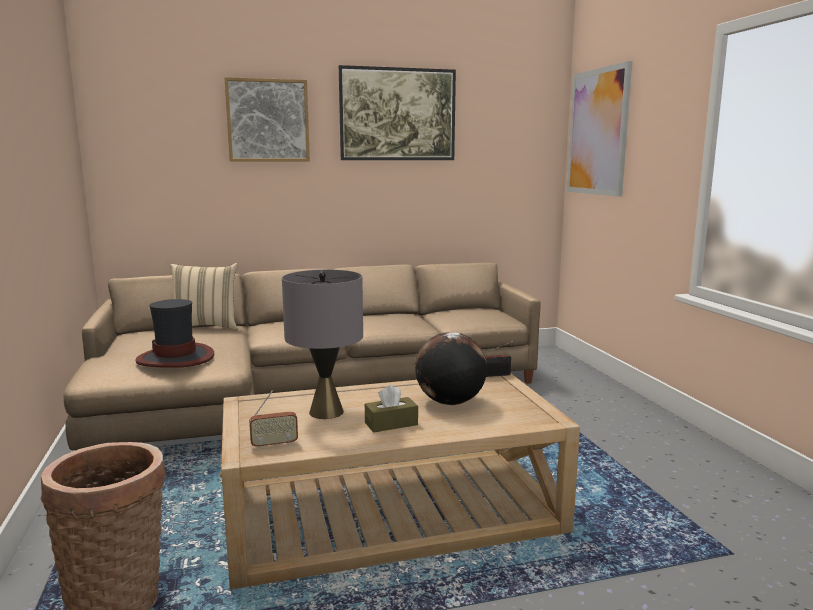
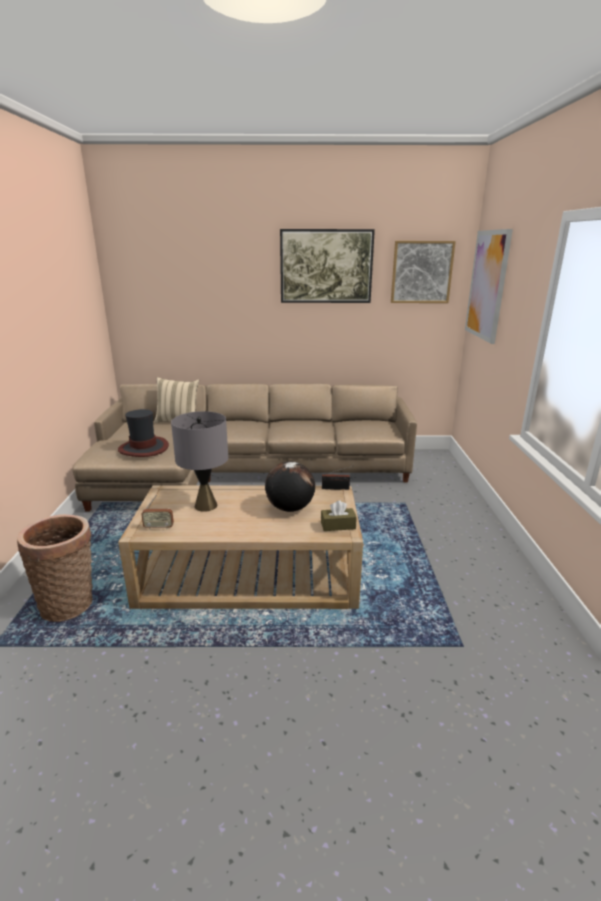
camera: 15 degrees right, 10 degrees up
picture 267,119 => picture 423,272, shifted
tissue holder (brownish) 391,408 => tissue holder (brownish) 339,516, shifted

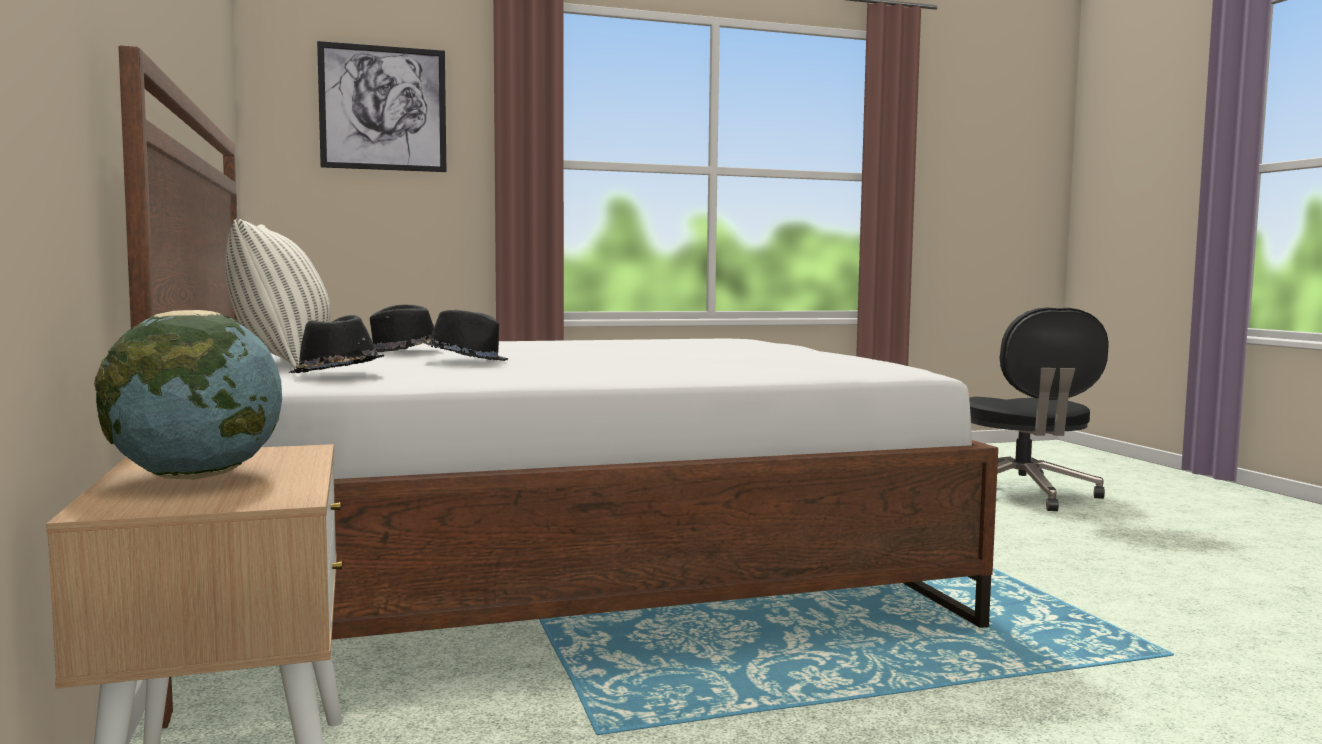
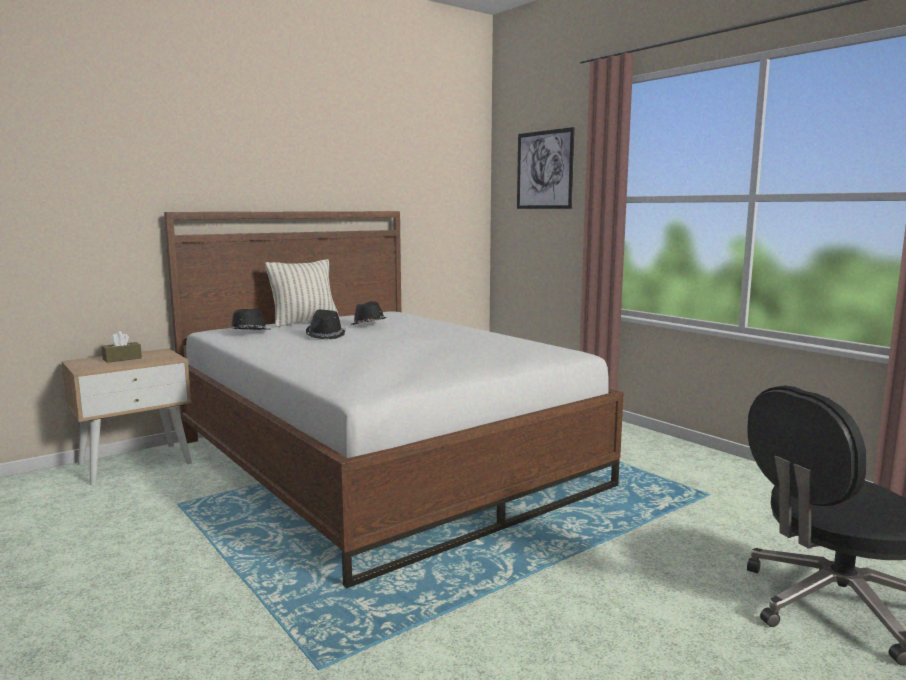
camera: 70 degrees right, 5 degrees up
desk globe 188,394 => tissue holder (brownish) 122,347

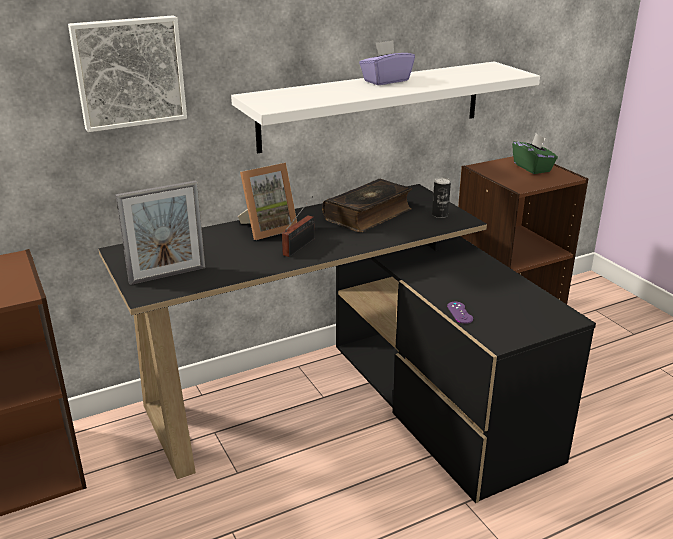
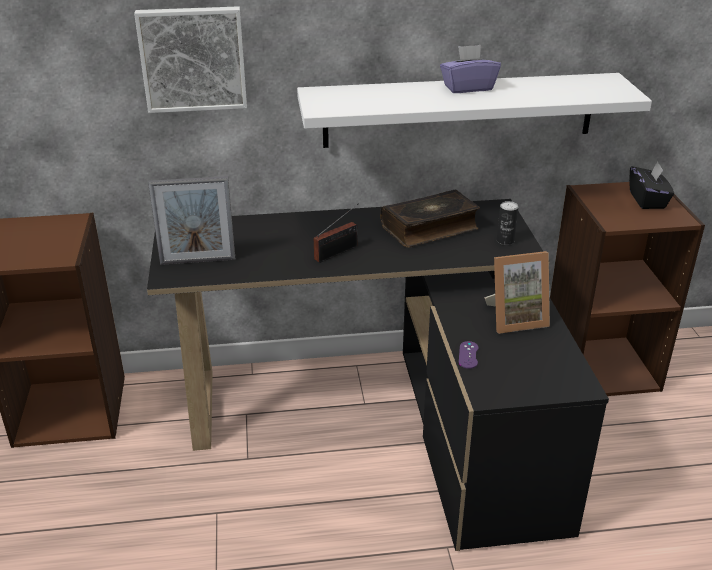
camera: 20 degrees right, 5 degrees up
photo frame 267,201 => photo frame 517,292, shifted
tissue holder (green) 535,153 => tissue holder (black-coloured) 651,185

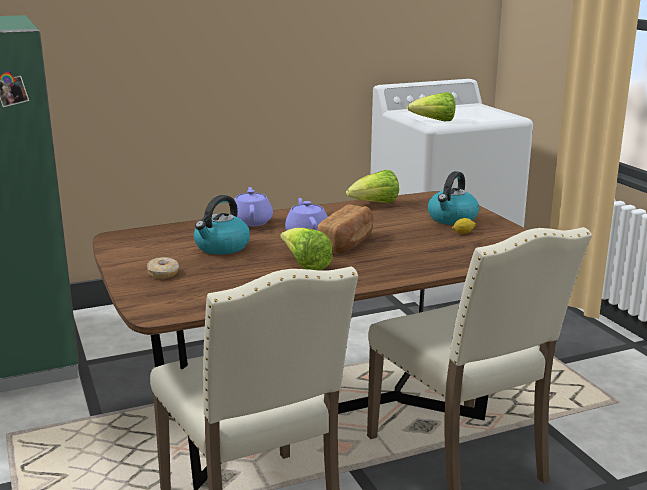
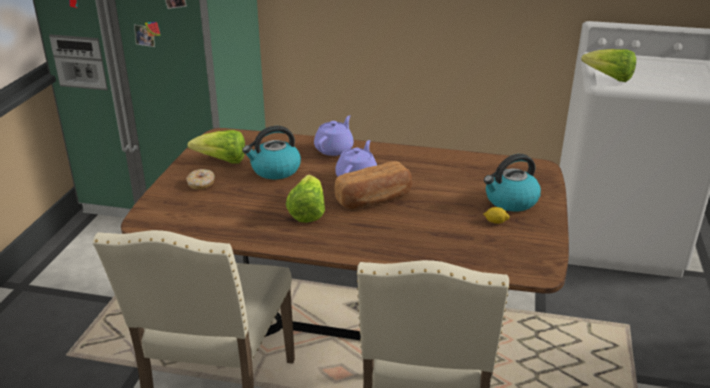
camera: 35 degrees right, 10 degrees up
head of lettuce 372,186 => head of lettuce 216,147, shifted

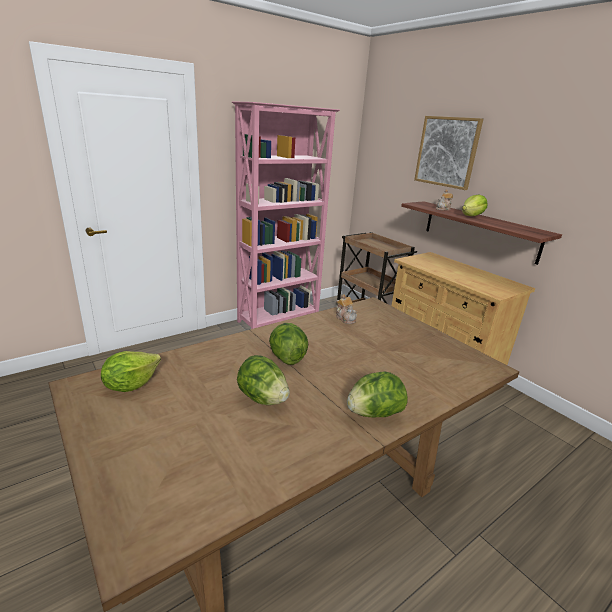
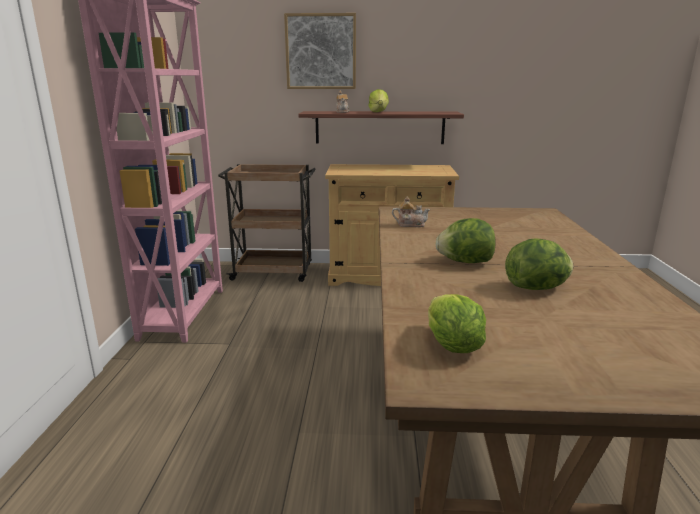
camera: 50 degrees left, 5 degrees down
head of lettuce 377,394 => nothing

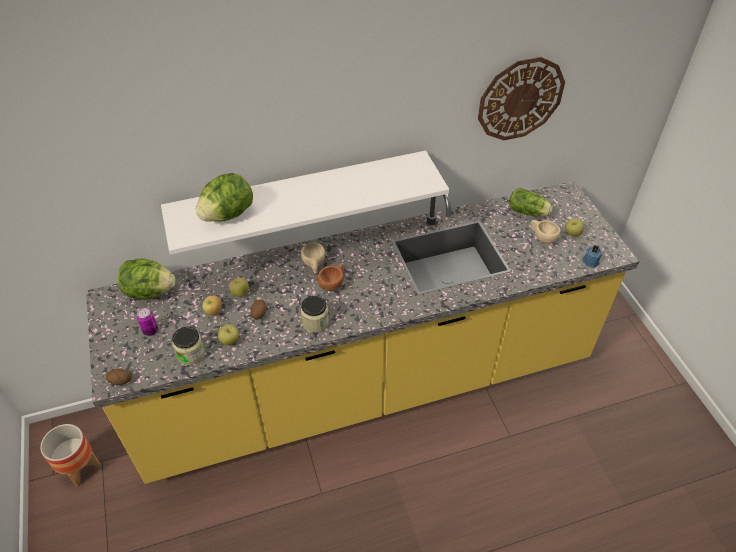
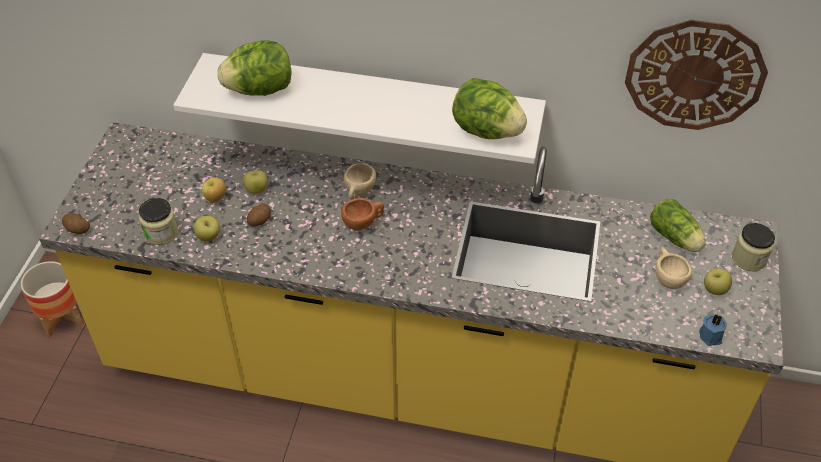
camera: 30 degrees right, 0 degrees up
metal can 147,322 => nothing
head of lettuce 146,278 => head of lettuce 489,108, shifted
jar 315,314 => jar 753,247, shifted

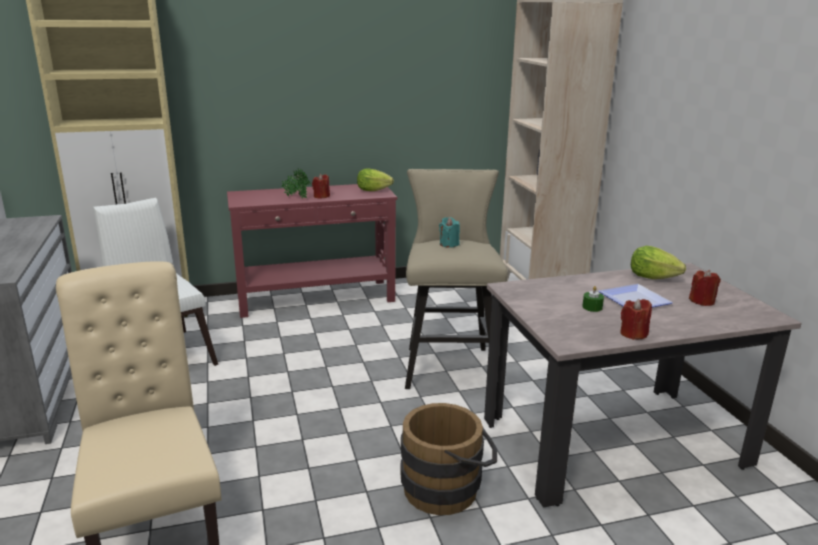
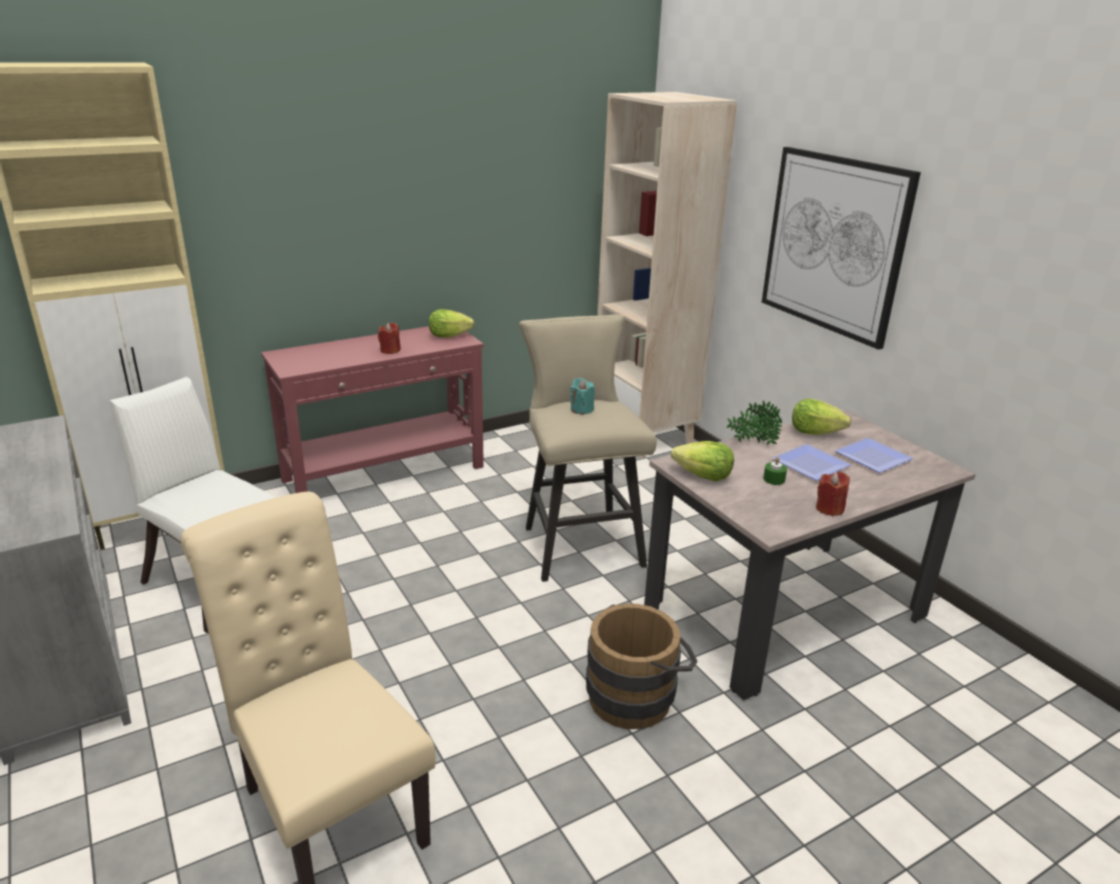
camera: 15 degrees left, 5 degrees up
nothing => head of lettuce 702,461
nothing => picture 841,248
plant in a pot 296,183 => plant in a pot 754,423, shifted
wax candle (red) 705,288 => plate 874,455

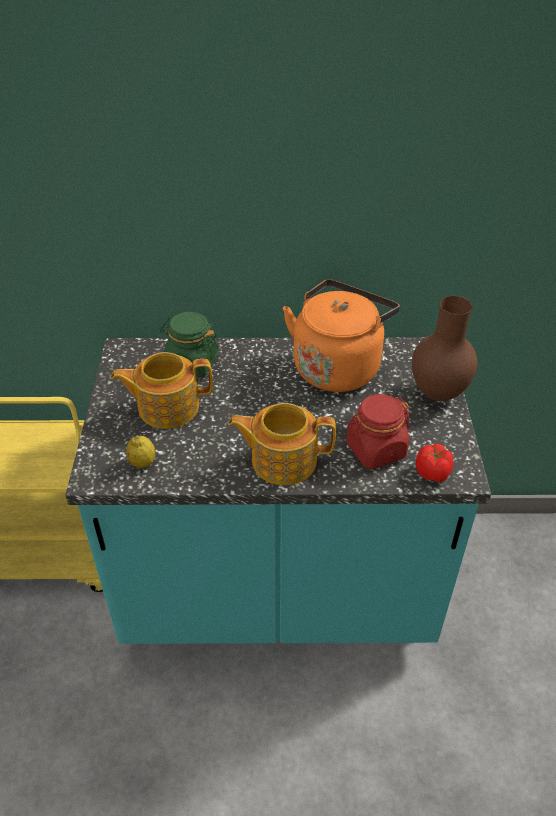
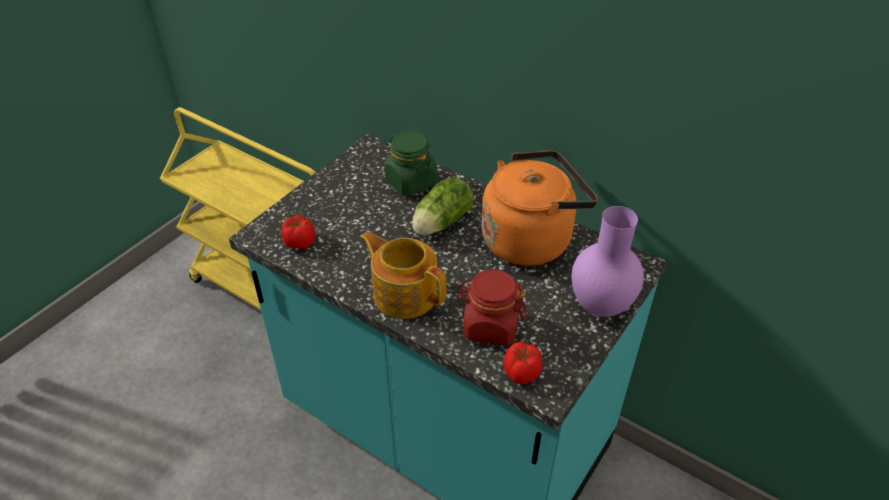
camera: 35 degrees right, 0 degrees up
tea pot 162,390 => nothing
nothing => head of lettuce 443,206
citrus fruit 140,452 => fresh tomato 298,232
decorative vase (brownish) 444,348 => decorative vase (purplish) 608,261

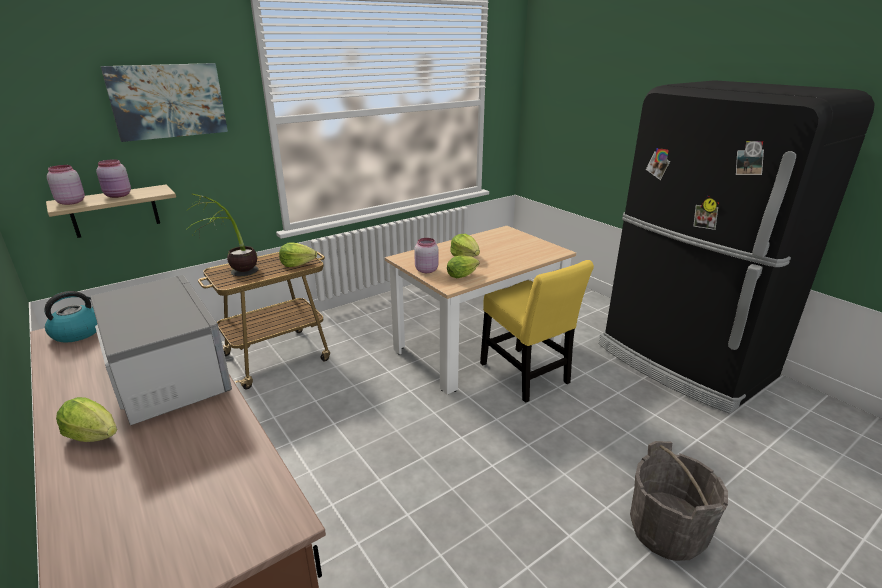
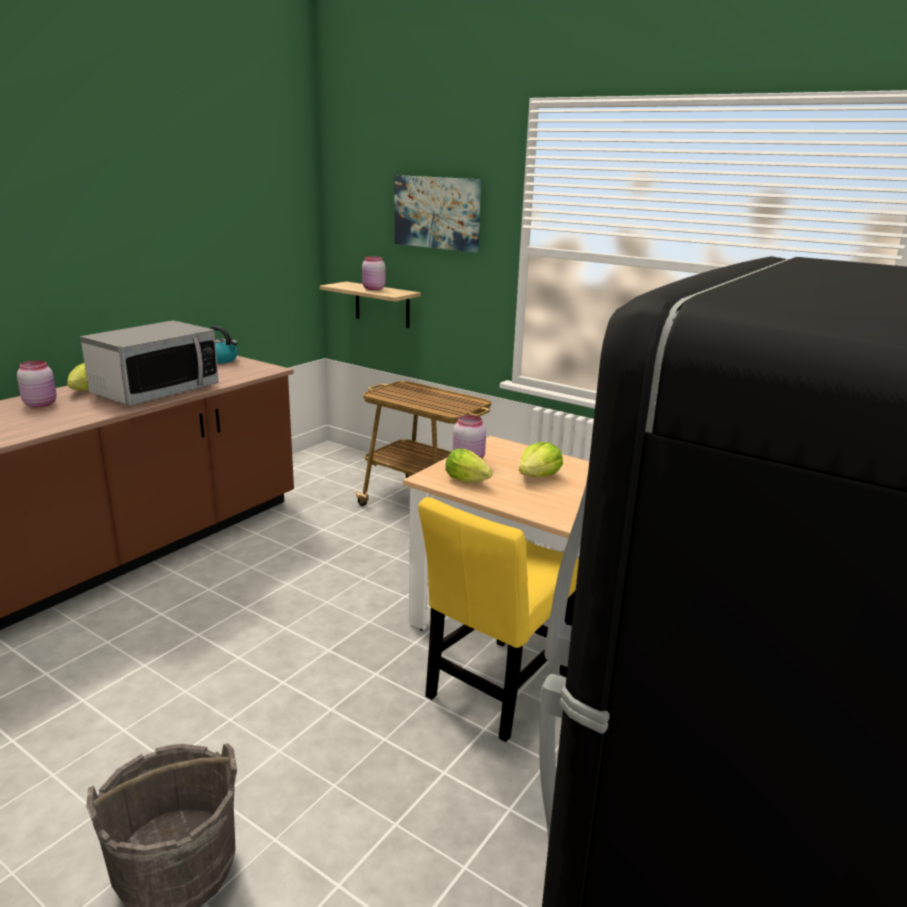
camera: 70 degrees right, 5 degrees down
plant in a pot 222,235 => nothing
head of lettuce 298,254 => nothing
jar (pink) 66,185 => jar (pink) 37,384, shifted

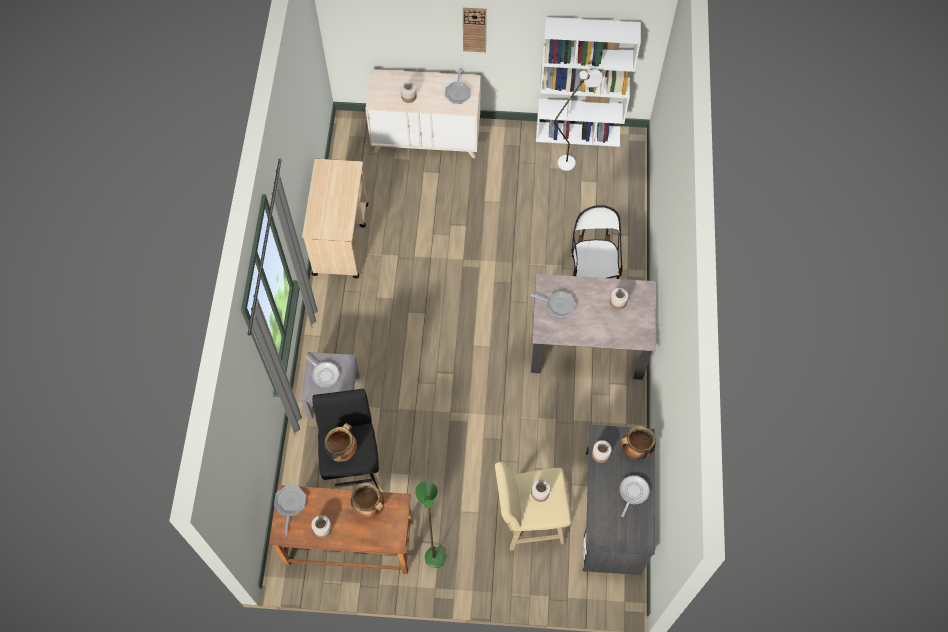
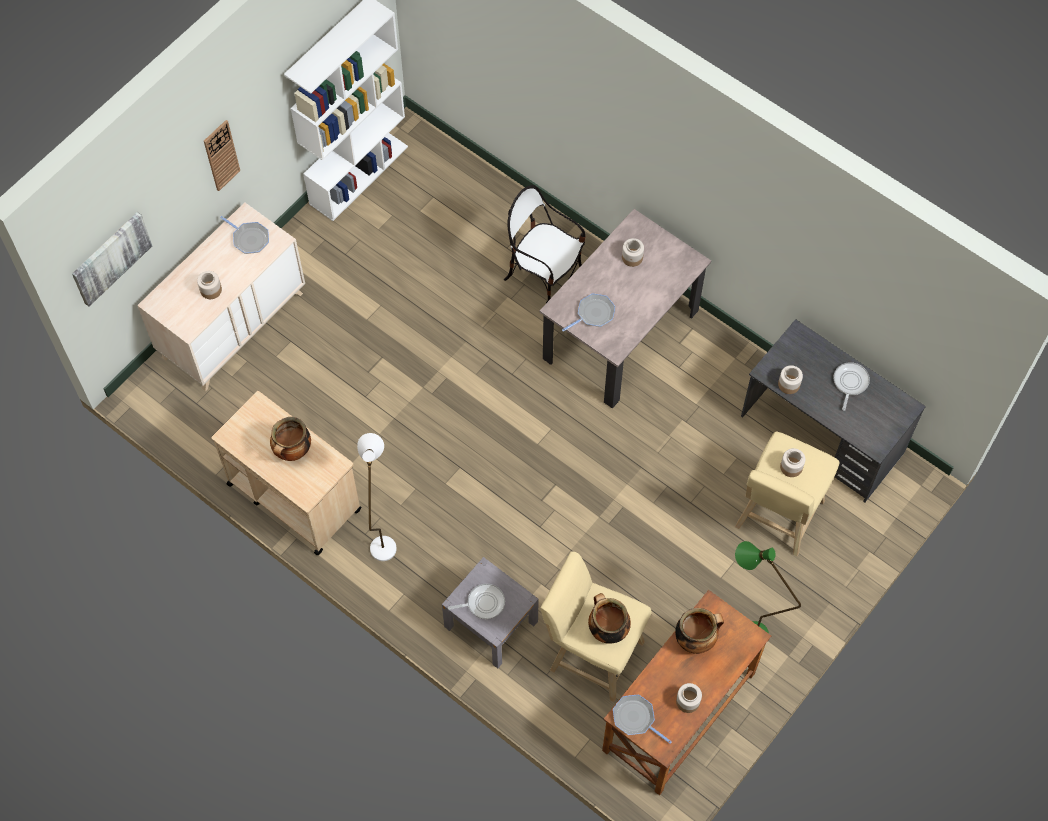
camera: 55 degrees left, 0 degrees up
nothing => picture 112,259
floor lamp (white-coloured) 578,120 => floor lamp (white-coloured) 377,497, shifted
saucepot 638,443 => saucepot 290,439, shifted
stool seat (black-coloured) 347,440 => stool seat (sand-coloured) 596,626
skillet 635,496 => skillet 852,386, 45 degrees clockwise

